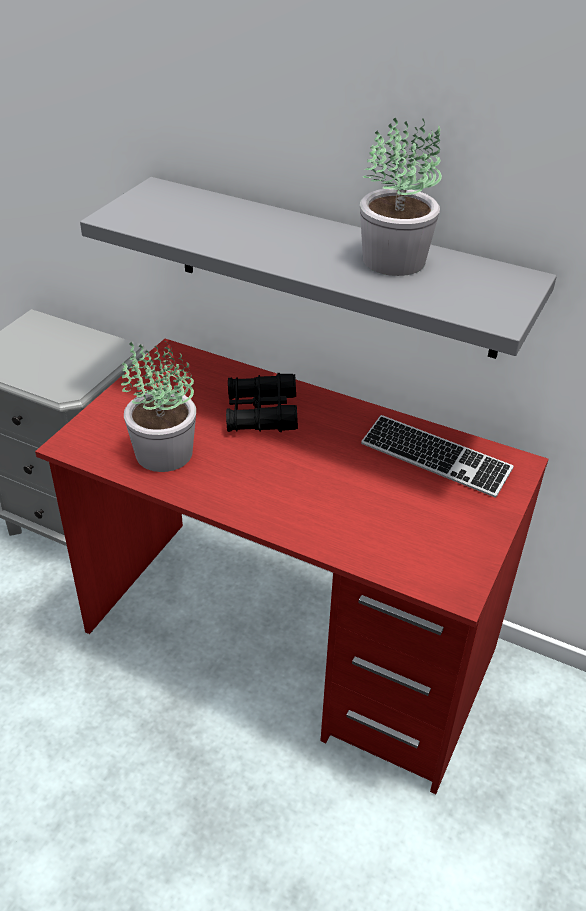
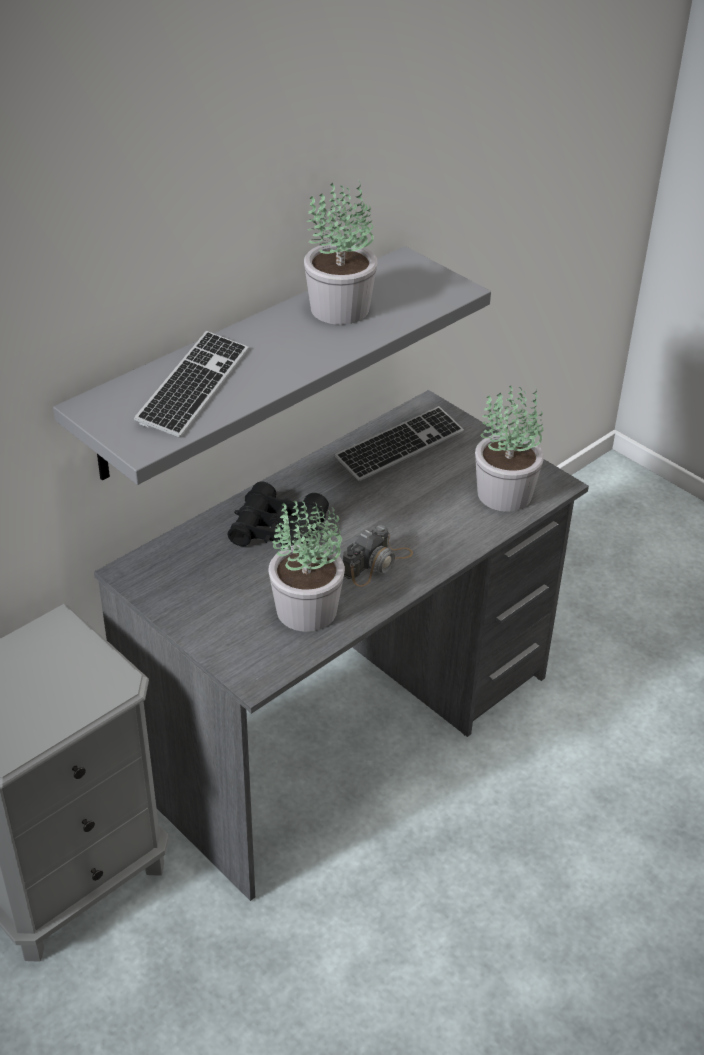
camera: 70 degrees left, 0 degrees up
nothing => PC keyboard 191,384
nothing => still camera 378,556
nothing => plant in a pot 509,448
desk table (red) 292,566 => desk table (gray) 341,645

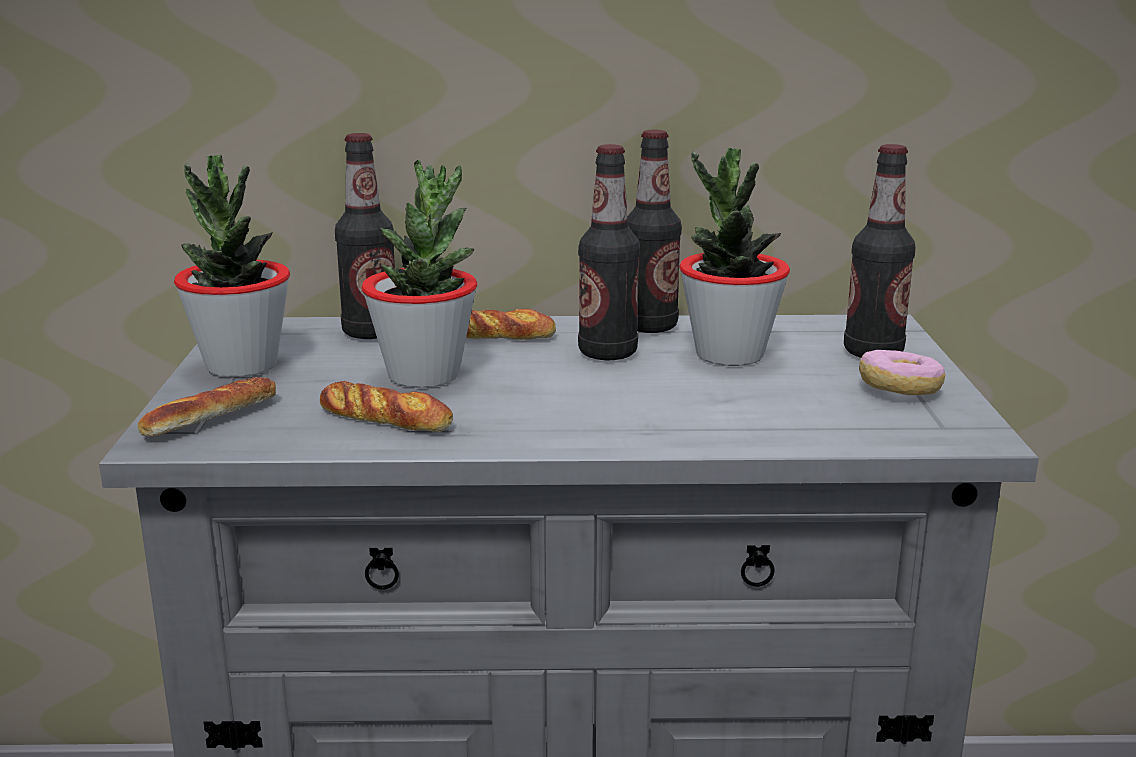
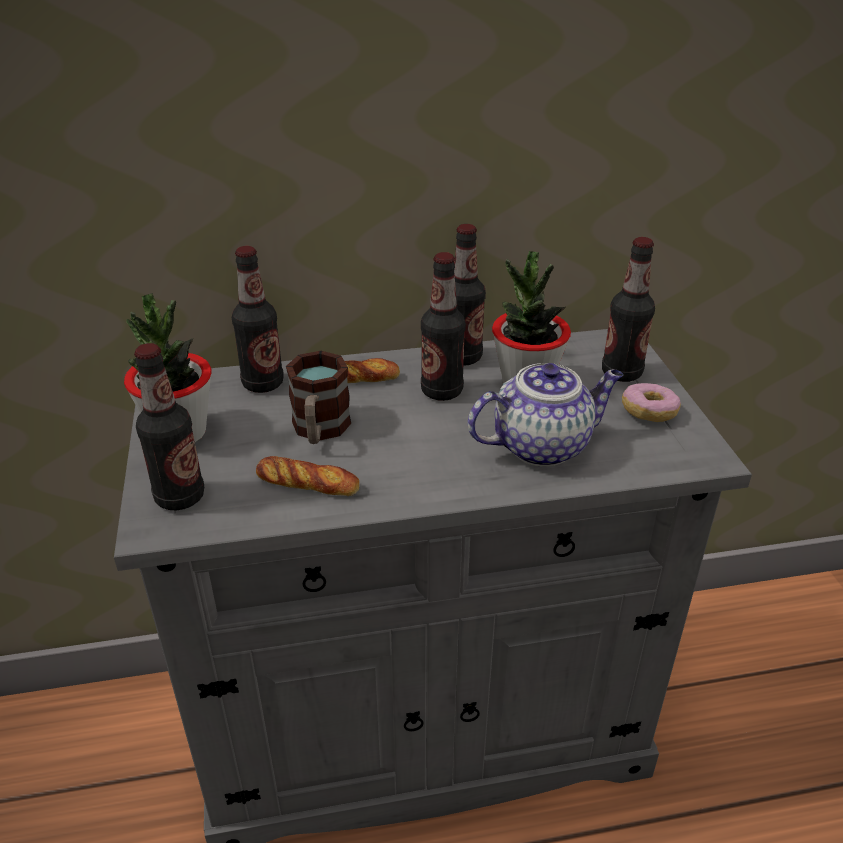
camera: 10 degrees left, 15 degrees up
nothing => tea pot 545,415
bakery bread 207,407 => beverage bottle 169,426
plant in a pot 419,274 => coffee mug 318,397

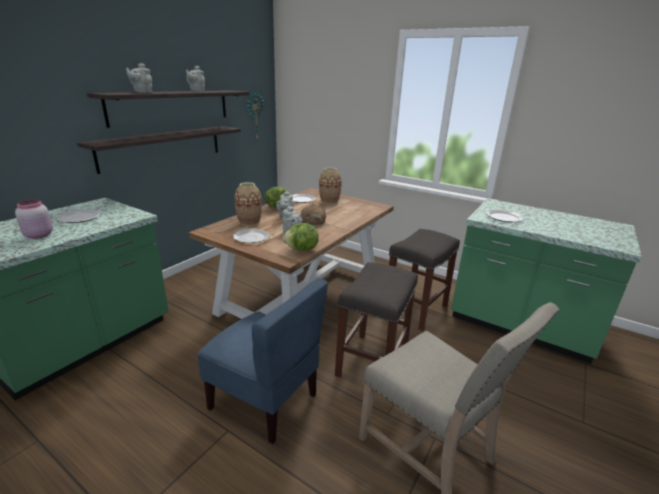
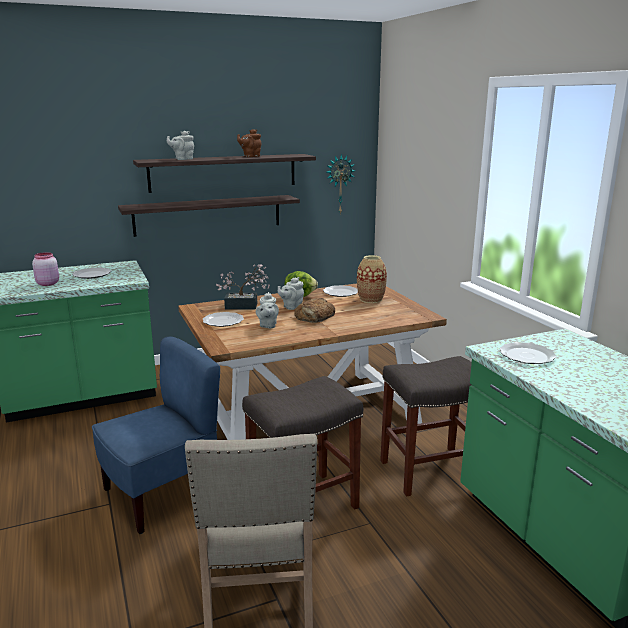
camera: 35 degrees right, 5 degrees down
head of lettuce 301,237 => nothing
decorative vase 248,204 => plant in a pot 243,287
tea pot (gray) 195,79 => tea pot (brownish) 249,143
chair (blue) 262,361 => chair (blue) 156,435, 105 degrees counterclockwise

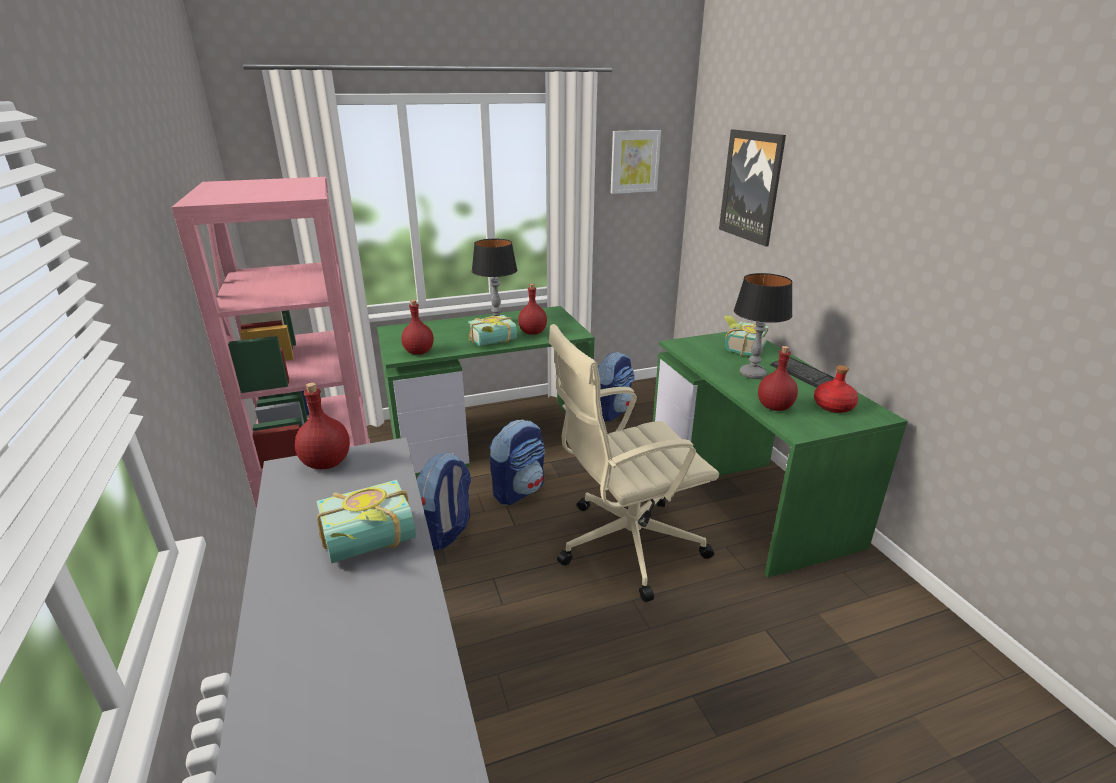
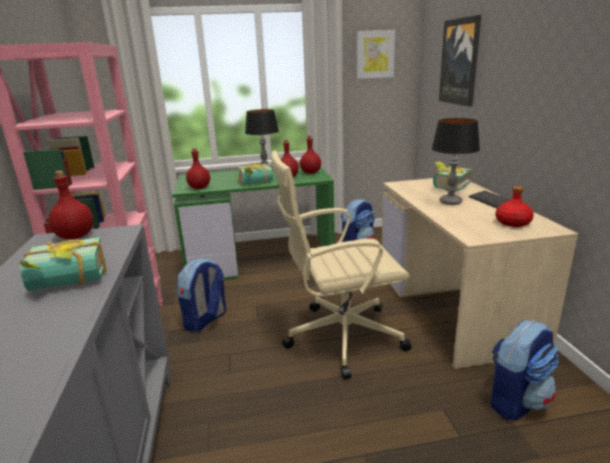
camera: 10 degrees right, 5 degrees down
backpack 517,462 => backpack 524,370, shifted
beverage bottle (red) 778,378 => beverage bottle (red) 310,155, shifted
desk table (green) 780,455 => desk table (sand-coloured) 480,273

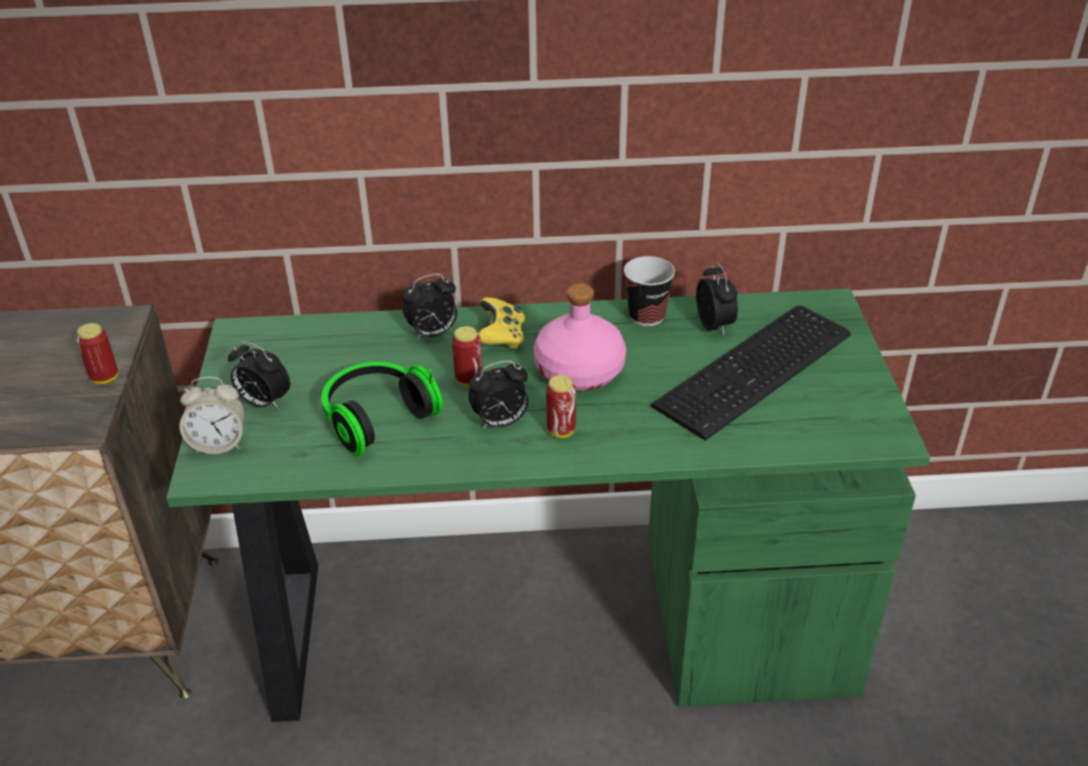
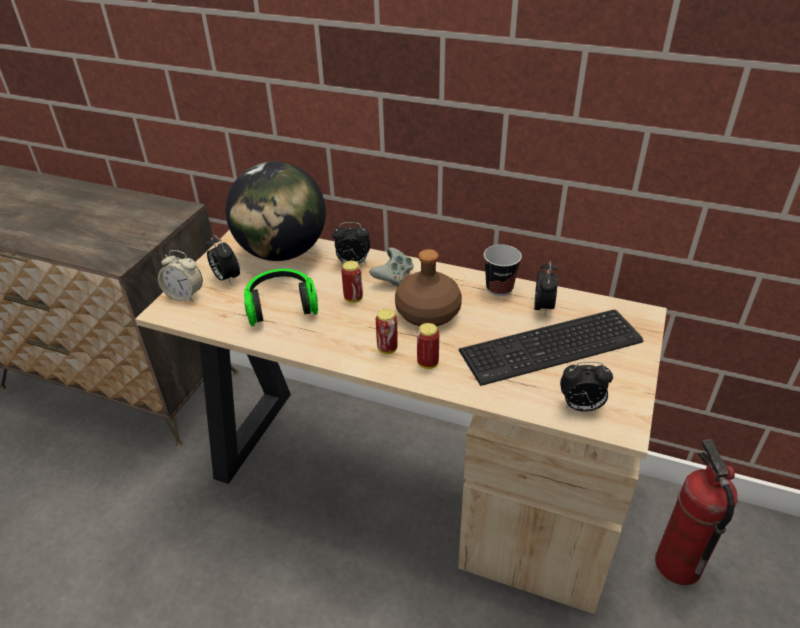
camera: 25 degrees right, 0 degrees up
nothing => desk globe 276,211
nothing => extinguisher 696,512
metal can 97,353 => metal can 428,346, shifted
alarm clock 498,394 => alarm clock 586,387, shifted
desk table (green) 548,505 => desk table (sand-coloured) 401,422
joypad (yellow) 501,323 => joypad (gray) 391,267
beverage bottle (pink) 580,337 => beverage bottle (brownish) 428,287

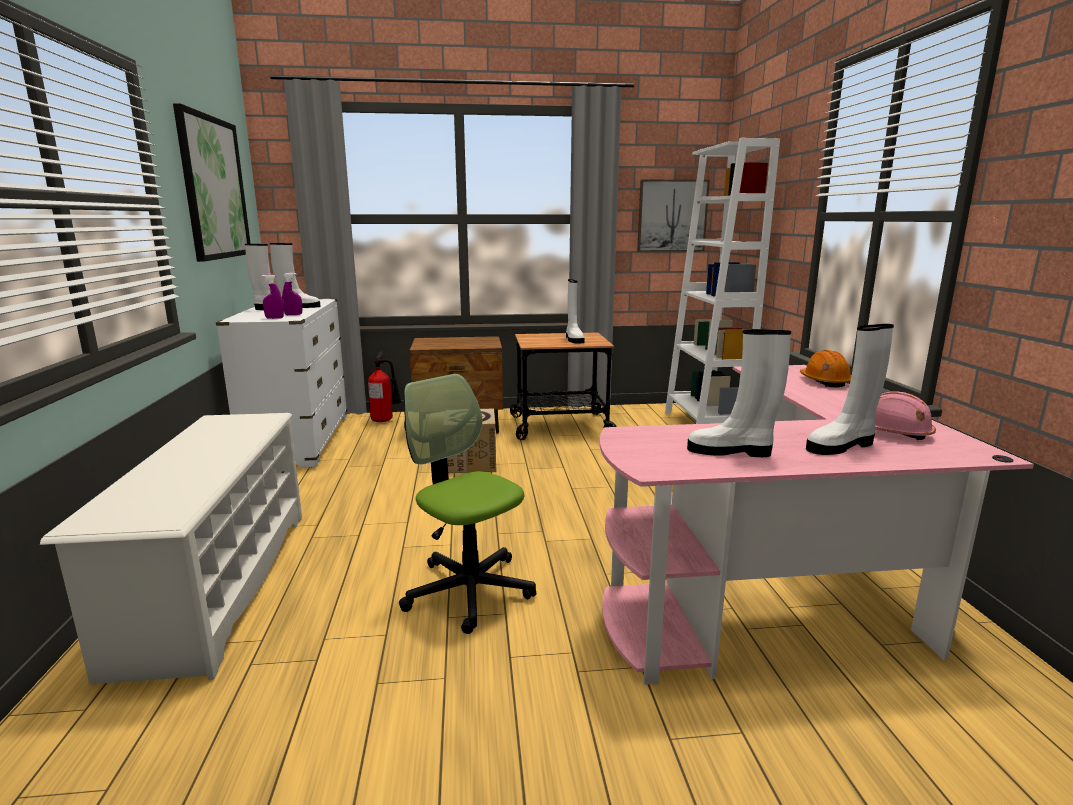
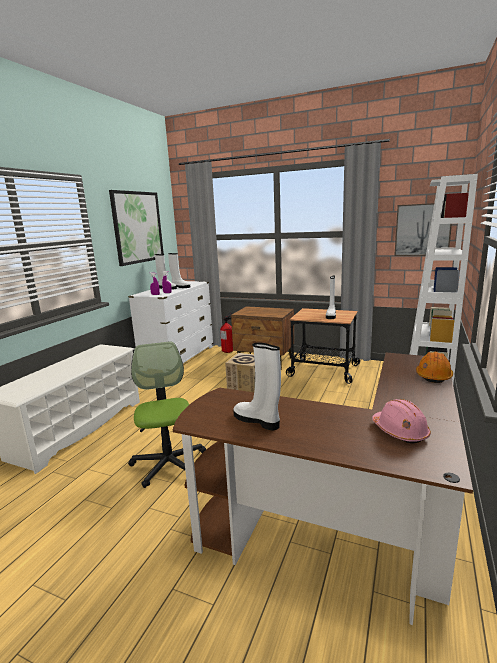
camera: 30 degrees right, 0 degrees up
boot (white-coloured) 850,389 => nothing
desk table (pink) 817,525 => desk table (brownish) 323,489

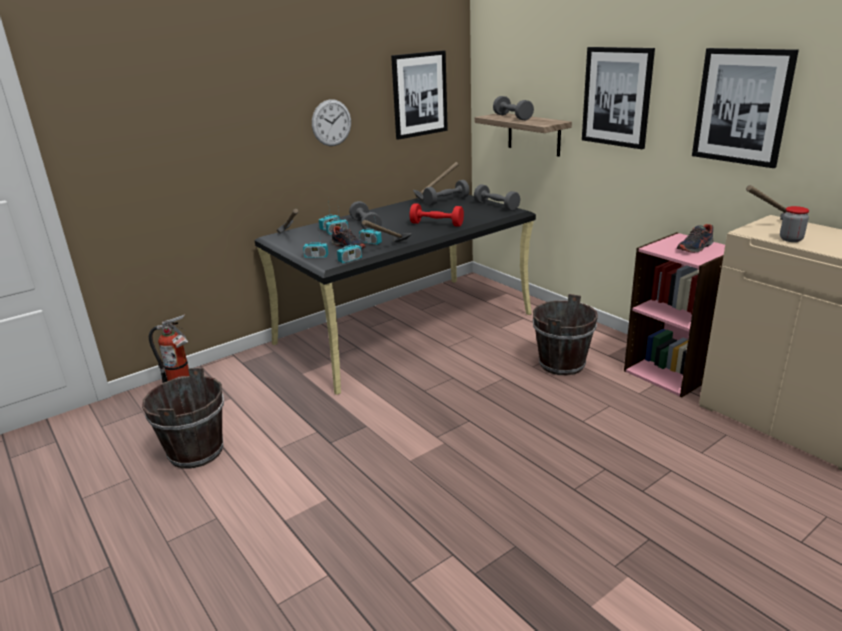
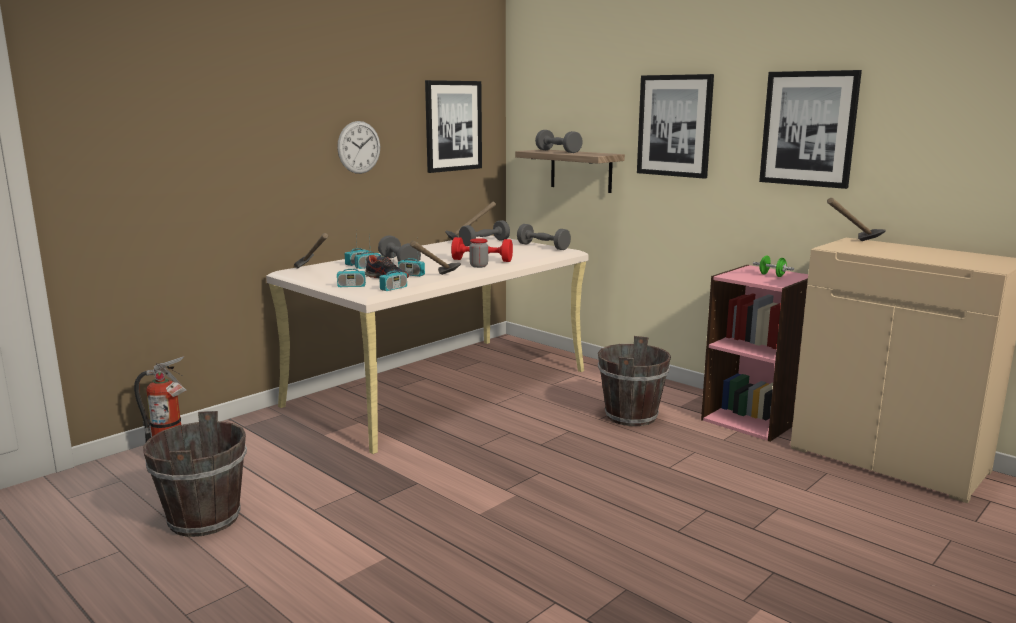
camera: 10 degrees left, 10 degrees down
jar 794,224 => jar 478,253, shifted
shoe 695,238 => hand weight (green) 773,266
desk table (black-coloured) 395,294 => desk table (sand-coloured) 427,344

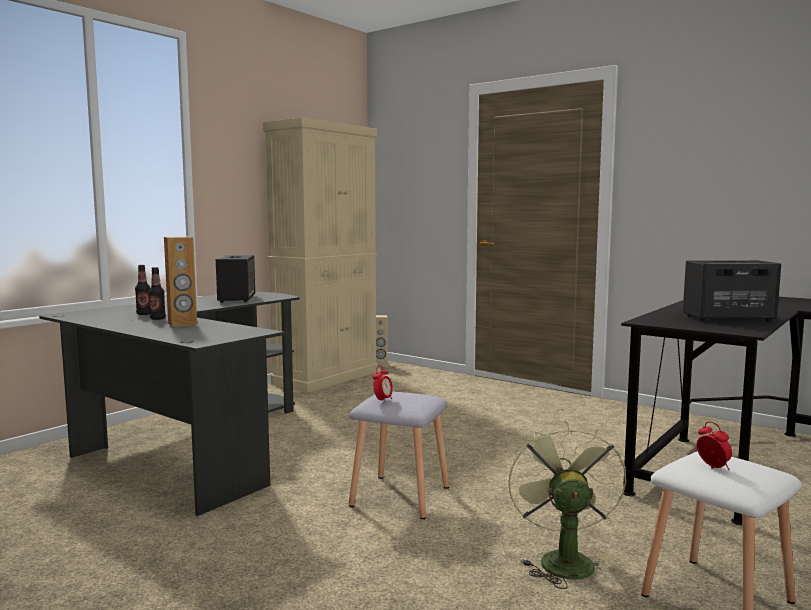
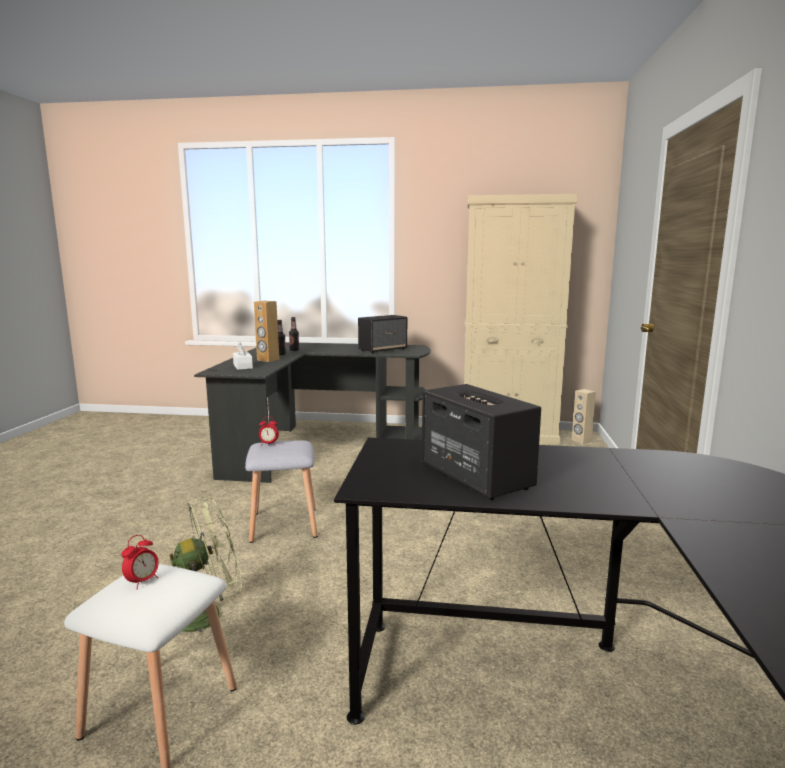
camera: 60 degrees right, 5 degrees up
nothing => tissue holder (white-coloured) 243,356

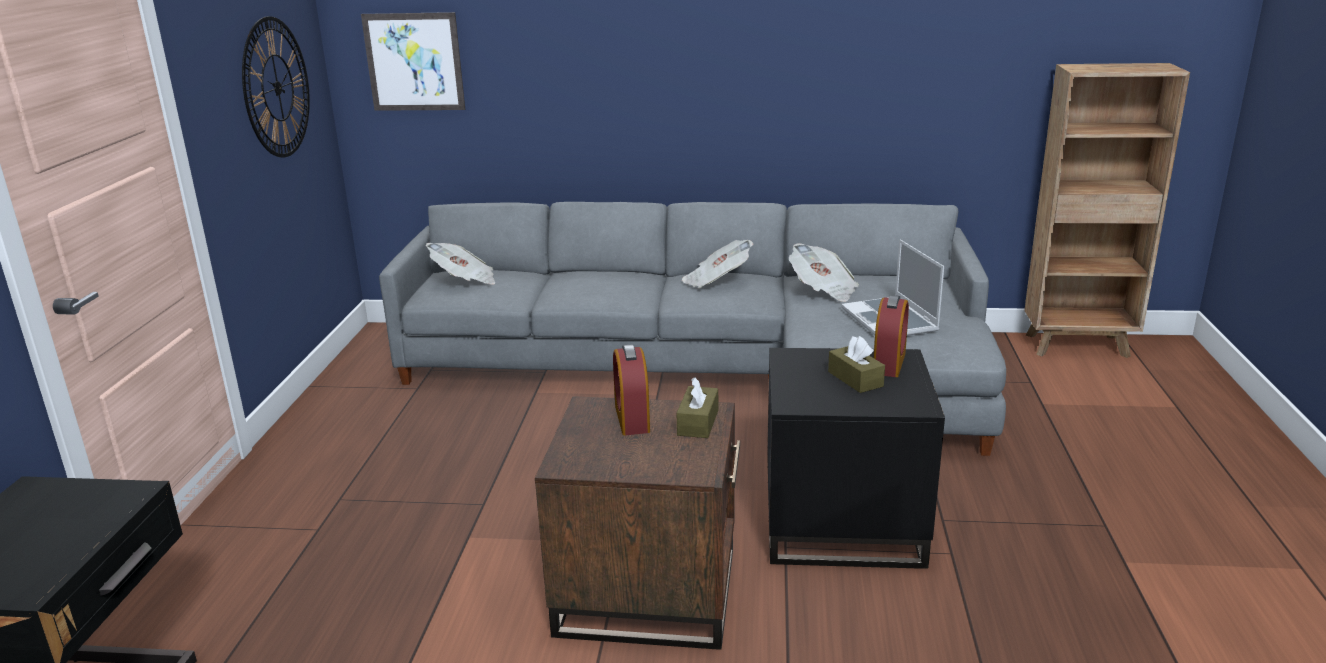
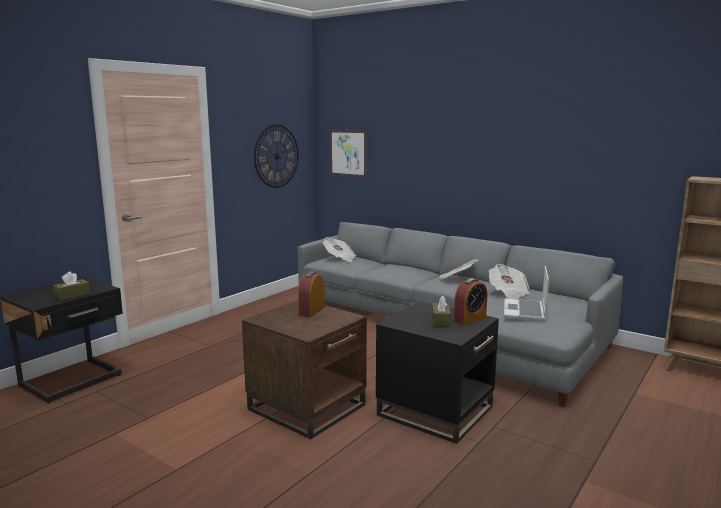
camera: 30 degrees right, 10 degrees down
tissue holder (brownish) 697,407 => tissue holder (brownish) 71,286, shifted

